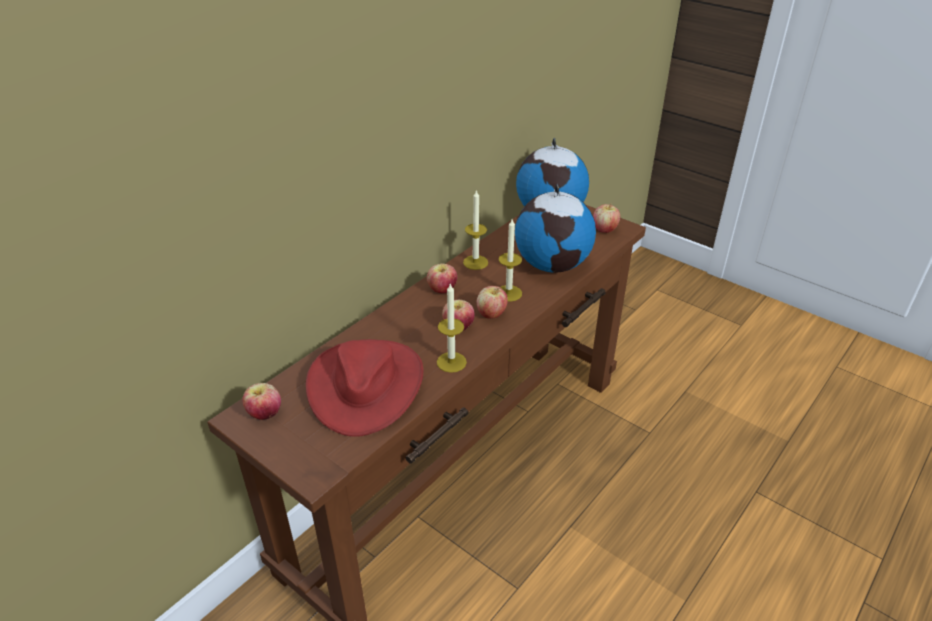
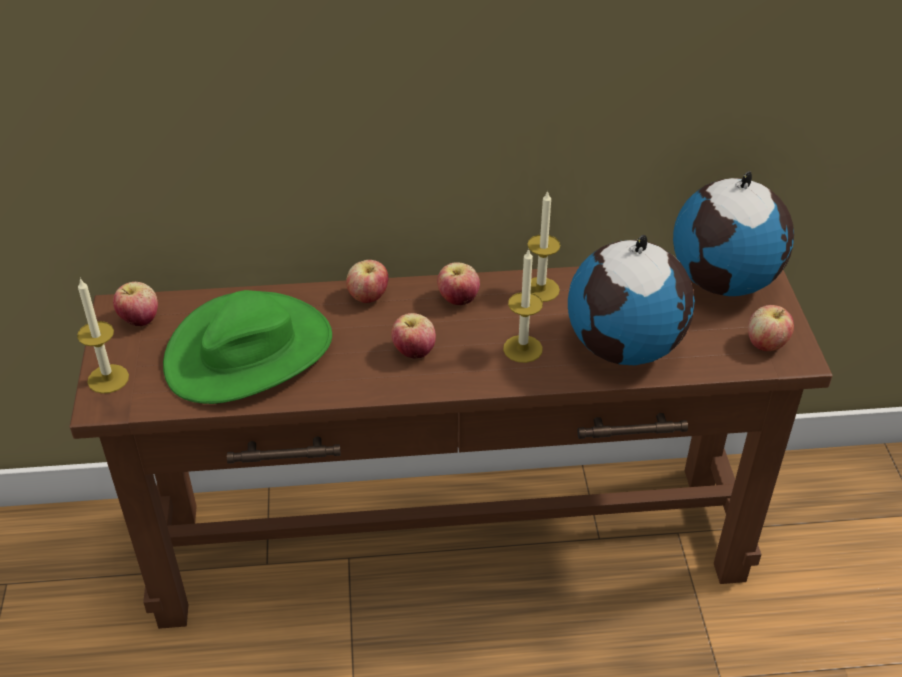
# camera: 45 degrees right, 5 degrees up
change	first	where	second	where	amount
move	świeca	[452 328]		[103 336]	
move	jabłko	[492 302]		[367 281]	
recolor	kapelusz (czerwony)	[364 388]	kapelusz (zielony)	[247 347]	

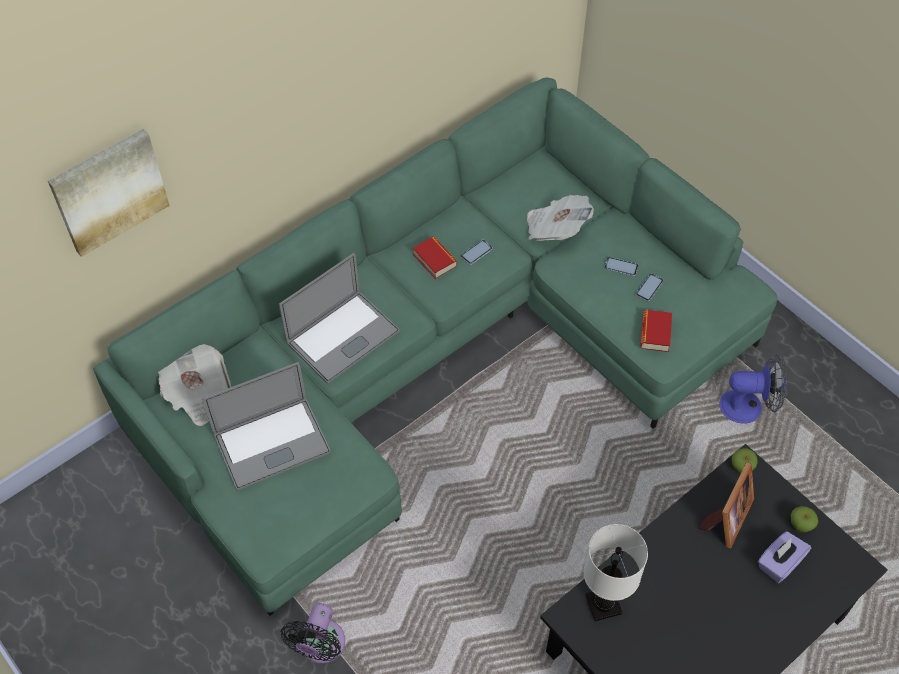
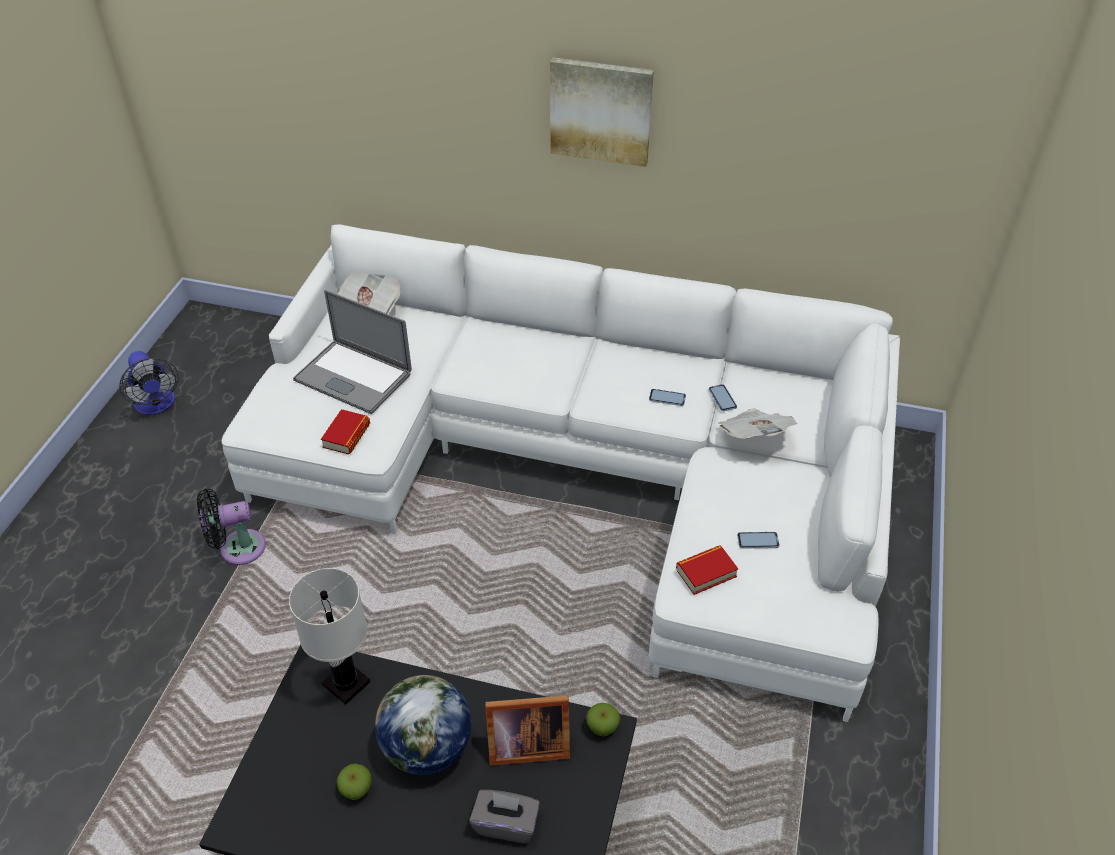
# camera: 55 degrees right, 10 degrees down
change	first	where	second	where	amount
recolor	kanapa (zielony)	[435 346]	kanapa (biały)	[560 473]	
move	obraz	[109 193]		[602 112]	
move	książka	[435 258]		[345 431]	
delete	laptop	[339 318]			
move	telefon	[621 266]		[723 397]	
move	wentylator	[753 389]		[149 383]	
move	jabłko	[804 519]		[354 782]	
recolor	pudełko chusteczek (fioletowy)	[784 557]	pudełko chusteczek (szary)	[504 816]	
insert			globus	[423 725]	

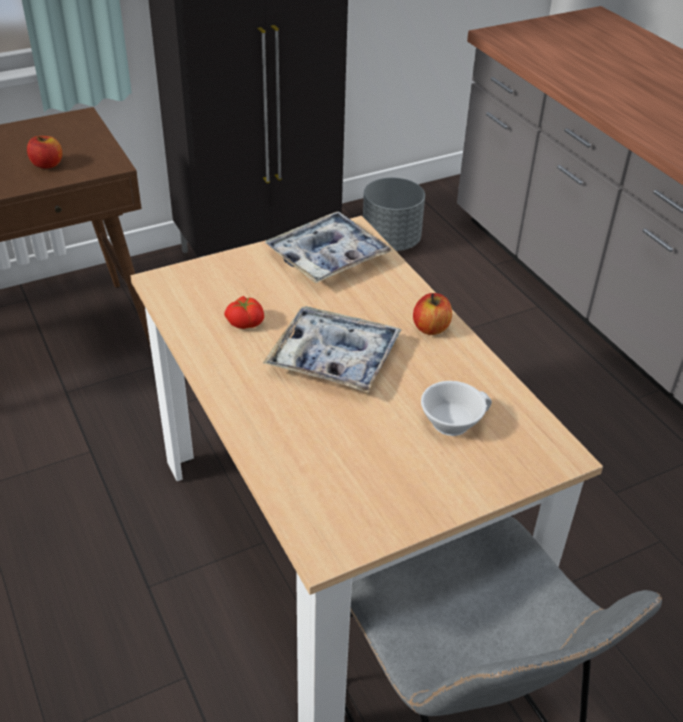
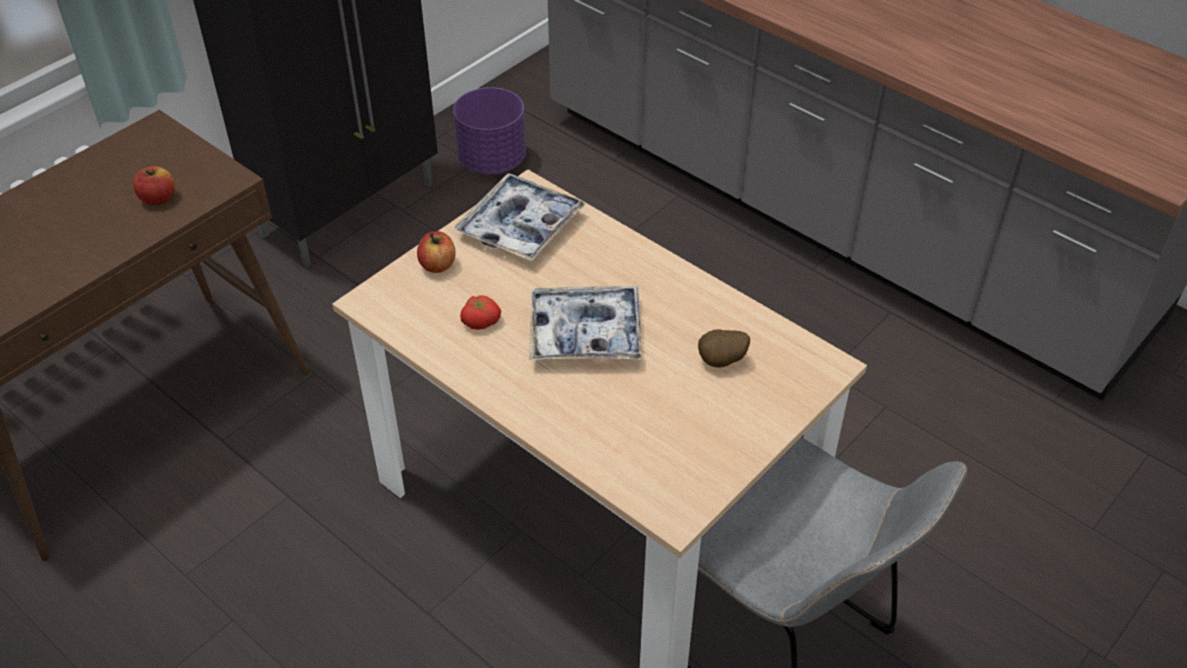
# camera: 20 degrees left, 5 degrees up
change	first	where	second	where	amount
recolor	donica (szary)	[394 214]	donica (fioletowy)	[489 130]	
move	jabłko	[432 314]		[436 252]	
replace	filiżanka (biały)	[456 408]	ziemniak	[724 349]	

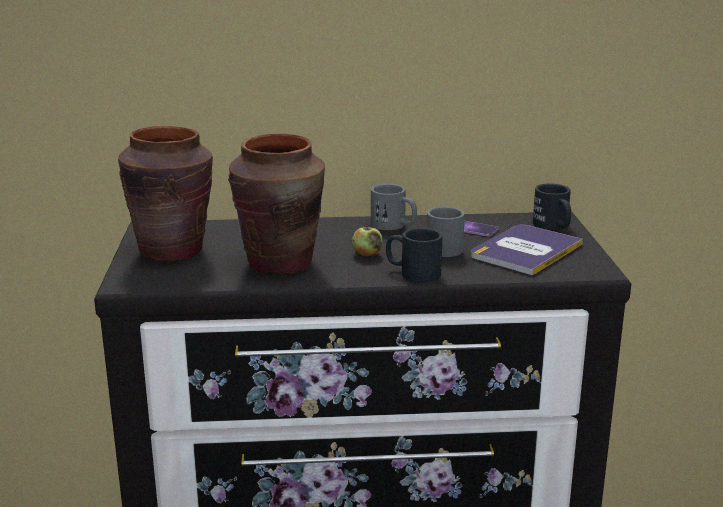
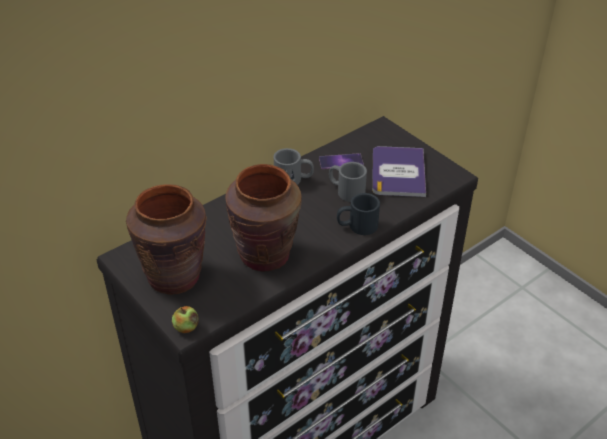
# camera: 35 degrees left, 20 degrees up
change	first	where	second	where	amount
delete	kubek (czarny)	[552 206]			
move	jabłko	[367 240]		[185 319]	

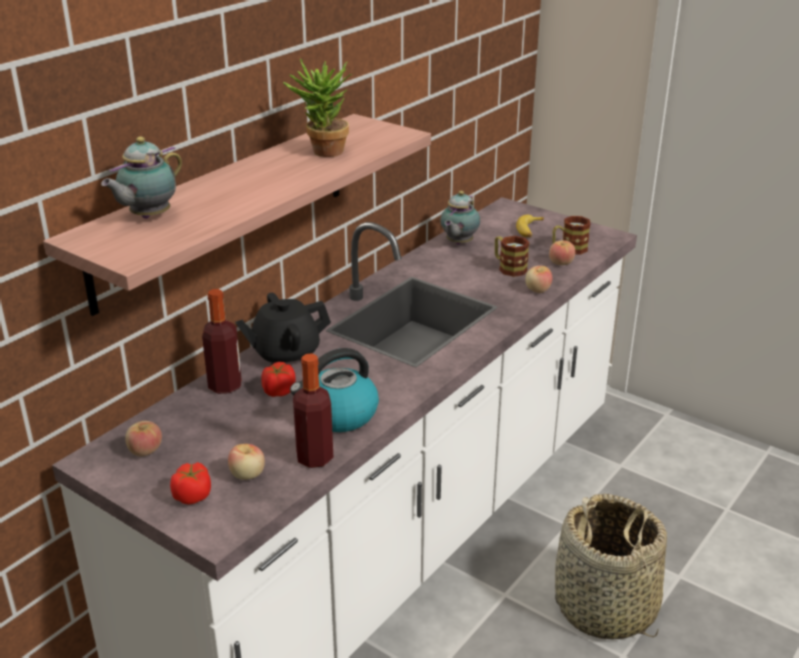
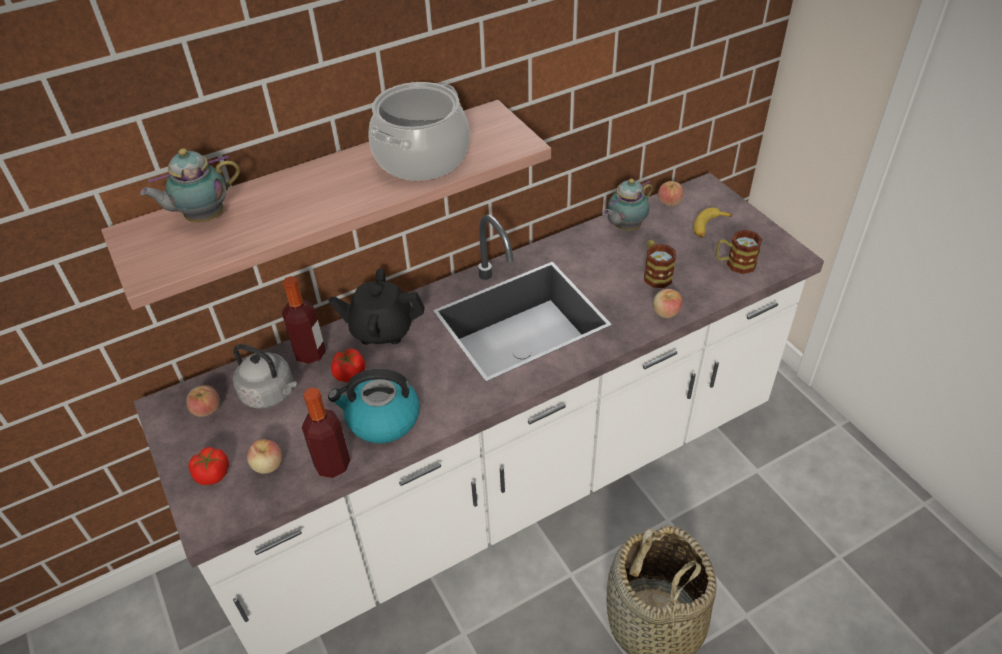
# camera: 25 degrees right, 15 degrees up
change	first	where	second	where	amount
replace	roślina doniczkowa	[317 108]	garnek	[419 131]	
move	jabłko	[562 252]		[671 193]	
insert			czajnik (szary)	[265 376]	

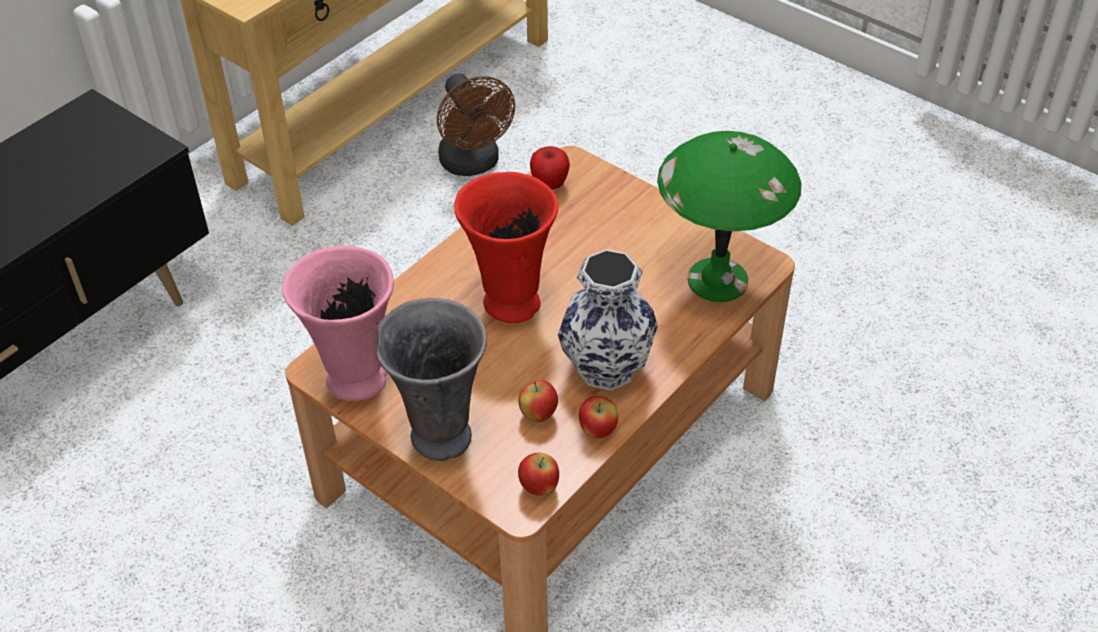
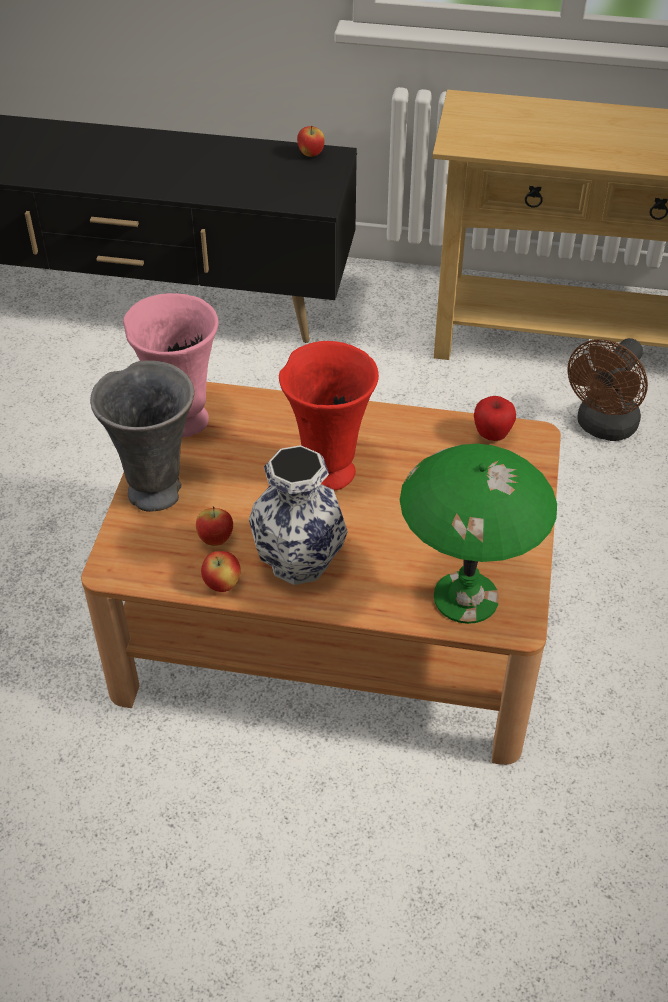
# camera: 60 degrees right, 0 degrees up
change	first	where	second	where	amount
move	jabłko	[538 474]		[311 141]	

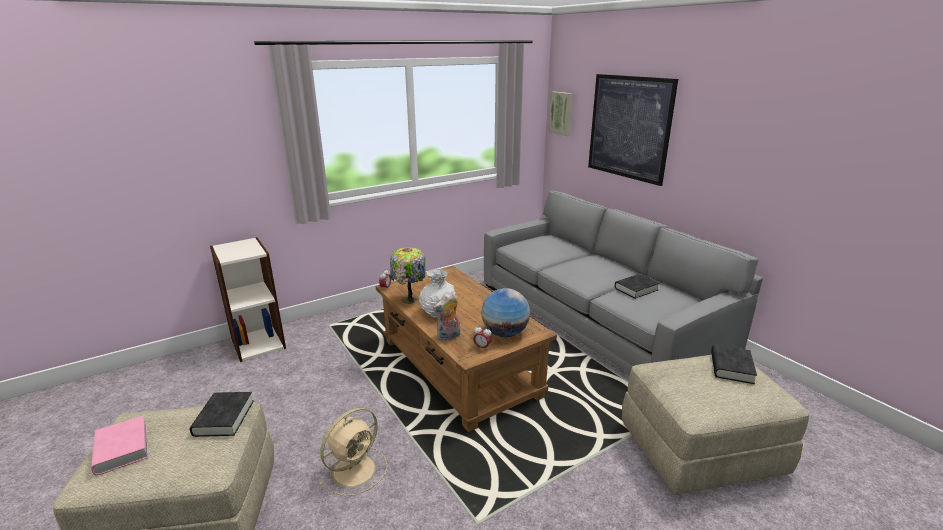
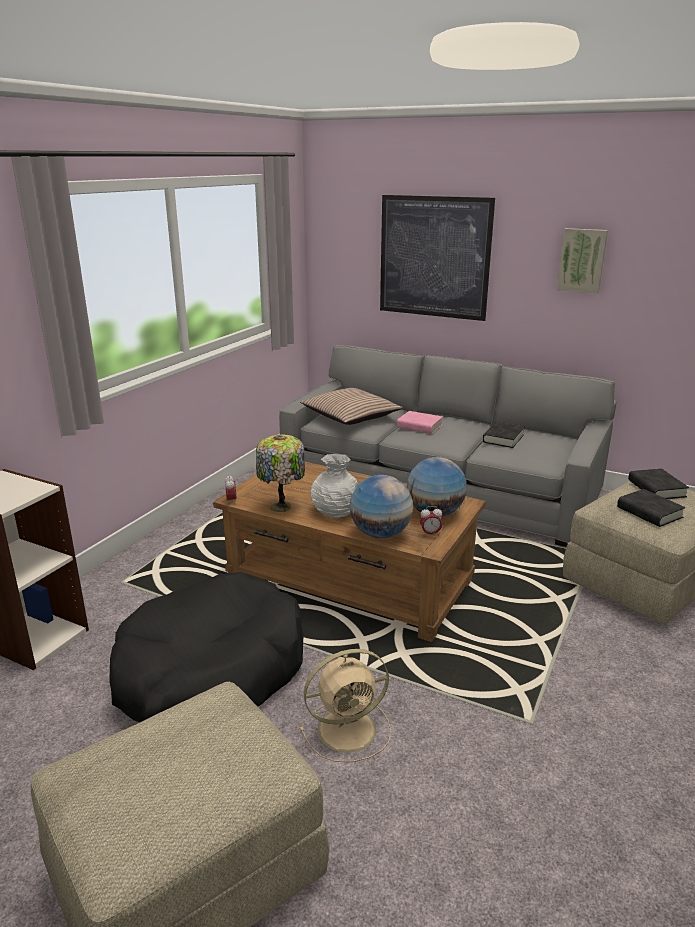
# camera: 30 degrees left, 0 degrees up
change	first	where	second	where	amount
move	obraz	[561 114]		[582 261]	
replace	pluszak	[446 316]	globus	[381 506]	
move	książka (czarny)	[222 414]		[651 508]	
rotate	wentylator (beżowy)	[353 452]		[345 705]	60 degrees clockwise
move	książka (różowy)	[119 445]		[420 422]	
insert			poduszka	[351 406]	
insert			legowisko (czarny)	[206 647]	

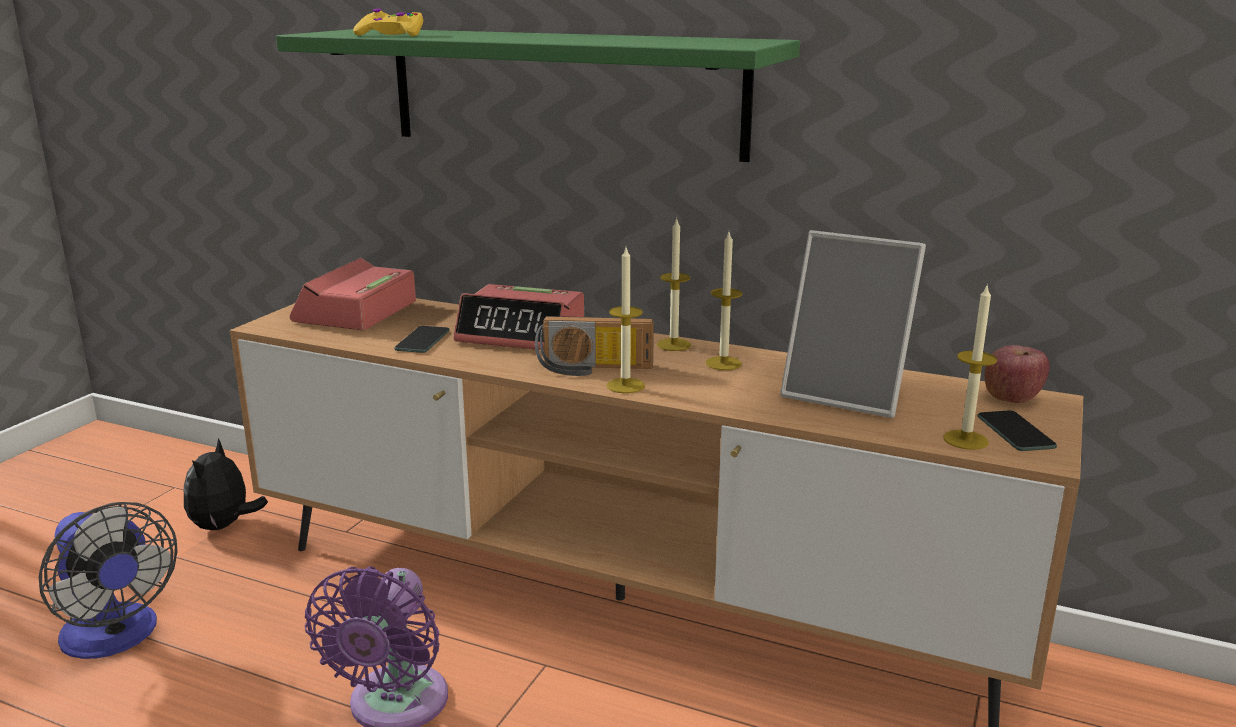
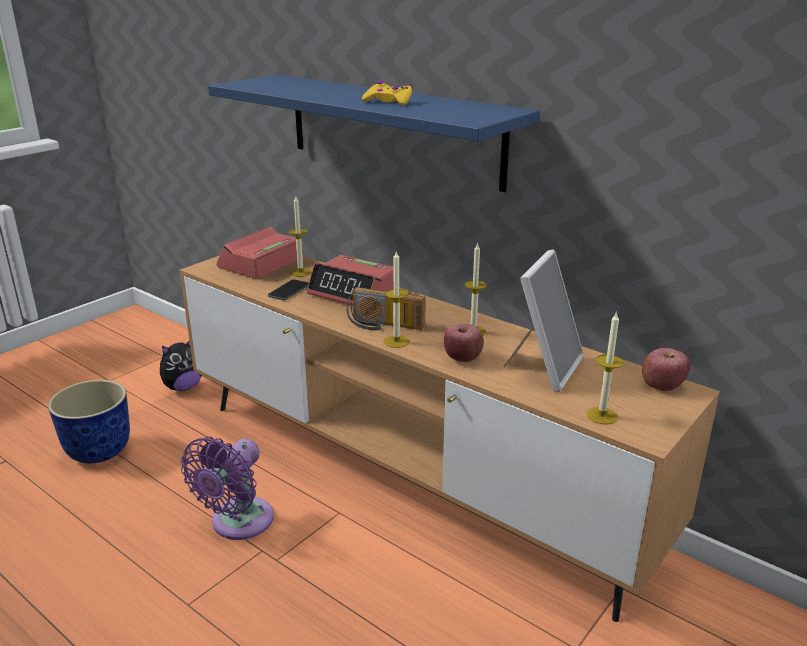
# camera: 15 degrees right, 5 degrees up
change	first	where	second	where	amount
move	pad do gier (żółty)	[388 22]		[387 93]	
recolor	półka (zielony)	[538 95]	półka (niebieski)	[374 133]	
move	świeca	[674 284]		[300 236]	
rotate	ramka na zdjęcie	[853 324]		[543 321]	105 degrees counterclockwise
delete	telefon	[1017 430]			
rotate	pluszak	[226 484]		[181 366]	150 degrees counterclockwise
replace	wentylator	[108 580]	donica	[89 421]	
insert			jabłko	[464 343]	

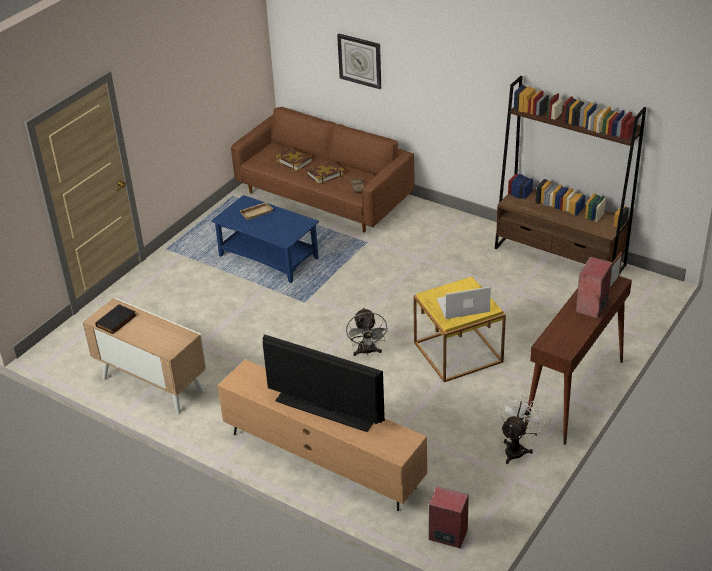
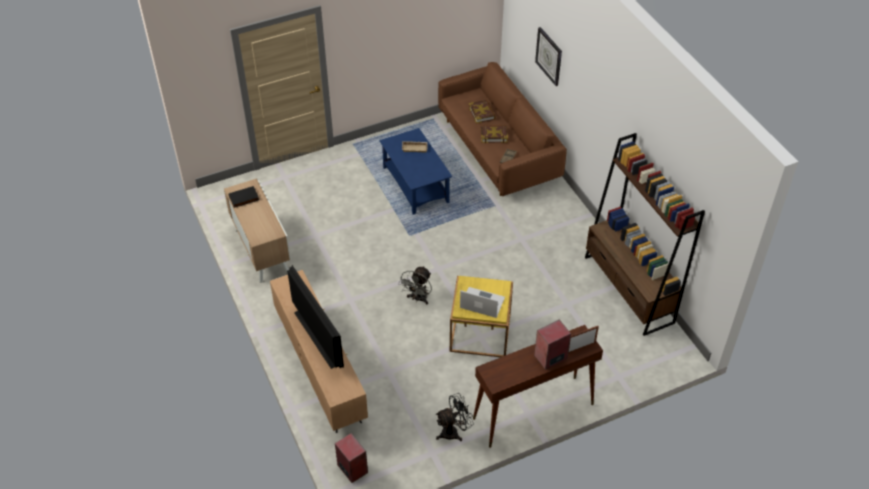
# camera: 30 degrees right, 10 degrees up
change	first	where	second	where	amount
recolor	wentylator (biały)	[523 429]	wentylator (czarny)	[455 417]	

